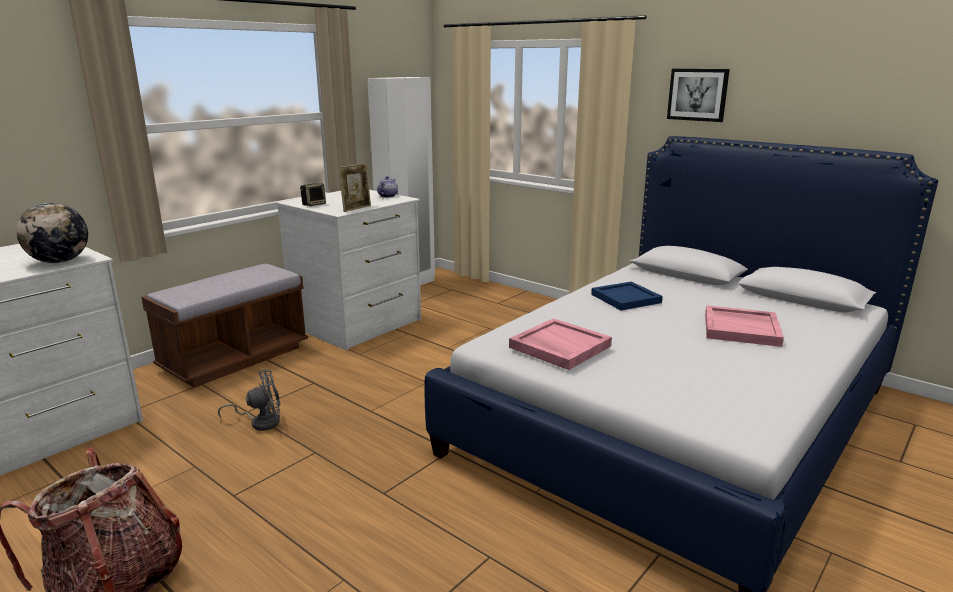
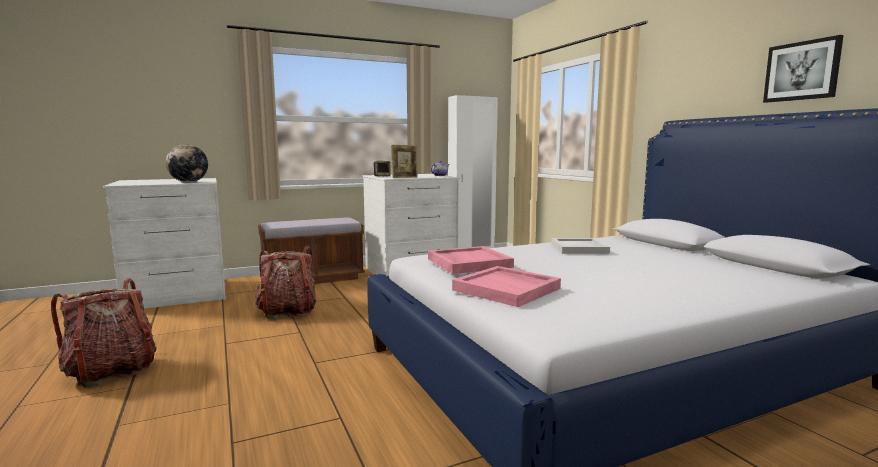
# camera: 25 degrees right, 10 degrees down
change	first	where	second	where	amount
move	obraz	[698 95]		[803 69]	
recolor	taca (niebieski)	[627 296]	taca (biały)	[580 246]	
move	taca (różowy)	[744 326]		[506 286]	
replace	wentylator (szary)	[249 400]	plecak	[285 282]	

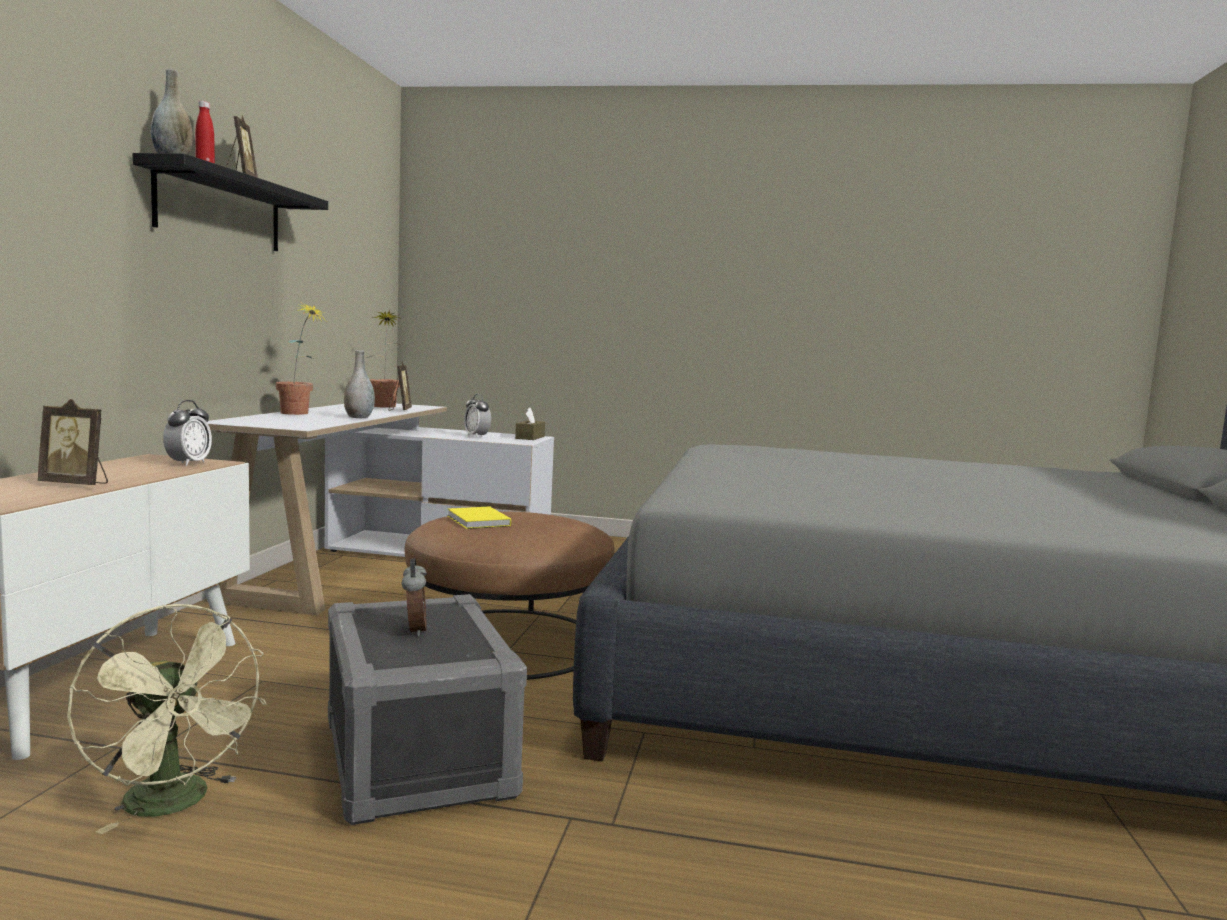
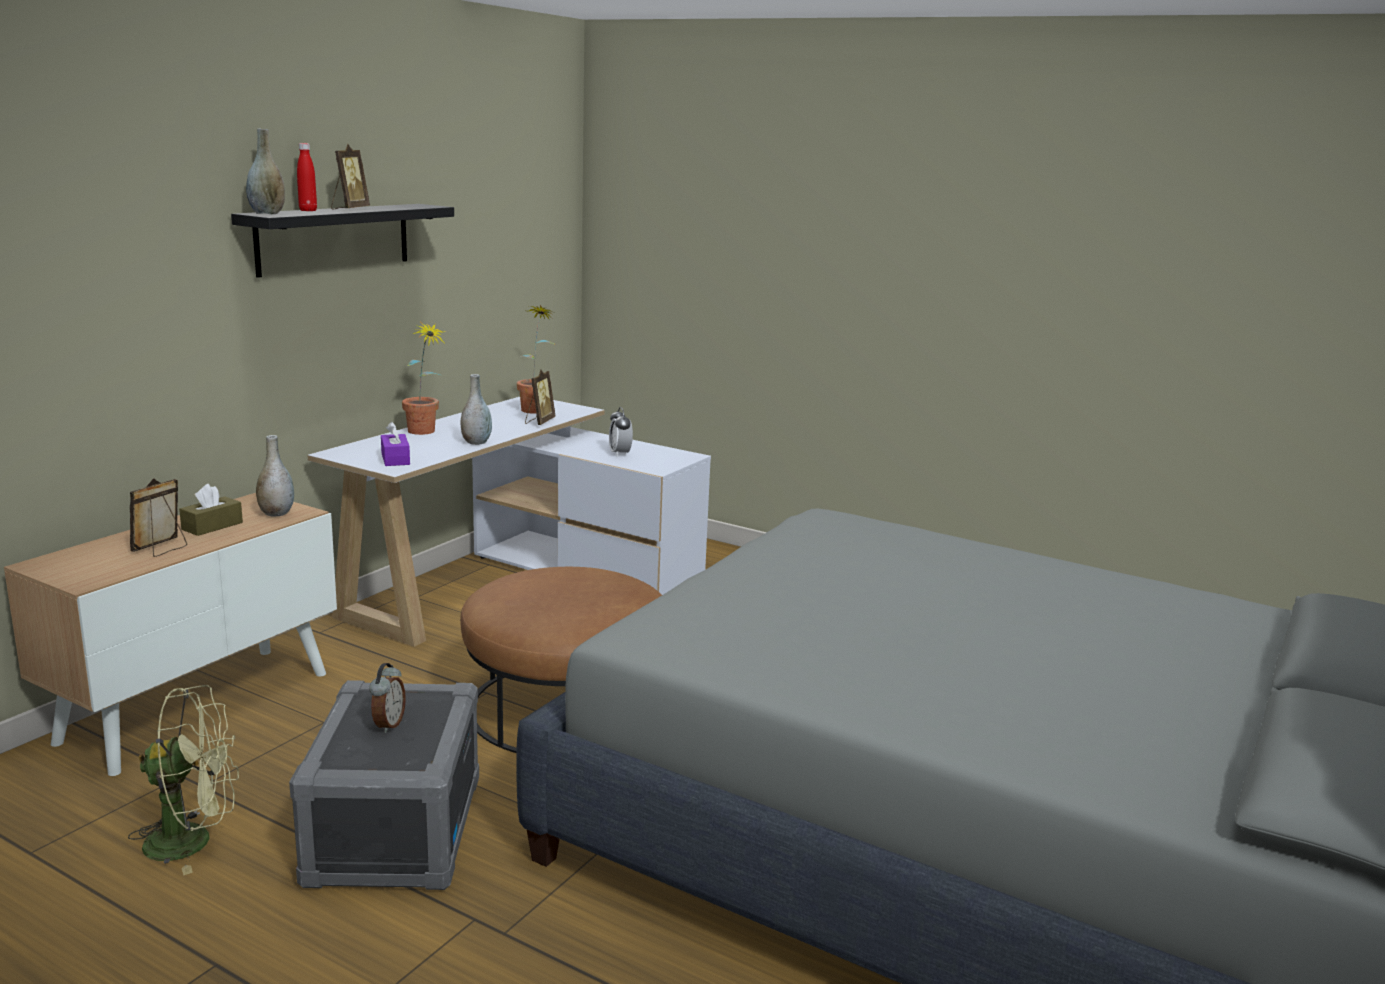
# camera: 20 degrees right, 10 degrees up
change	first	where	second	where	amount
rotate	ramka na zdjęcie	[72 442]		[158 517]	90 degrees clockwise
replace	budzik	[187 433]	wazon (szary)	[275 475]	
move	pudełko chusteczek (brązowy)	[530 424]		[211 510]	
delete	książka (żółty)	[479 517]			
rotate	wentylator (zielony)	[166 719]		[183 780]	75 degrees counterclockwise
insert			pudełko chusteczek (fioletowy)	[395 444]	

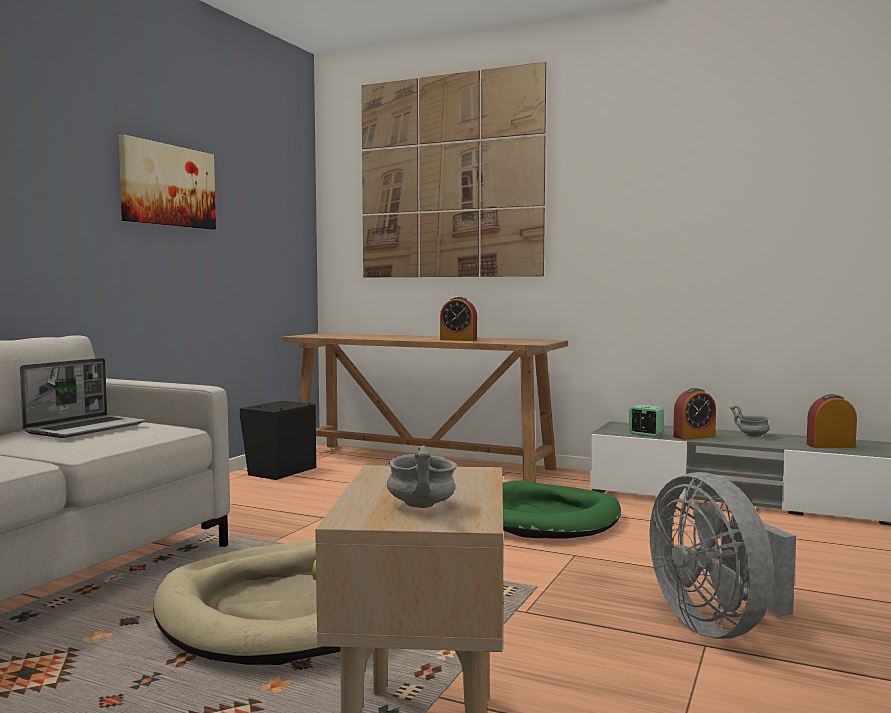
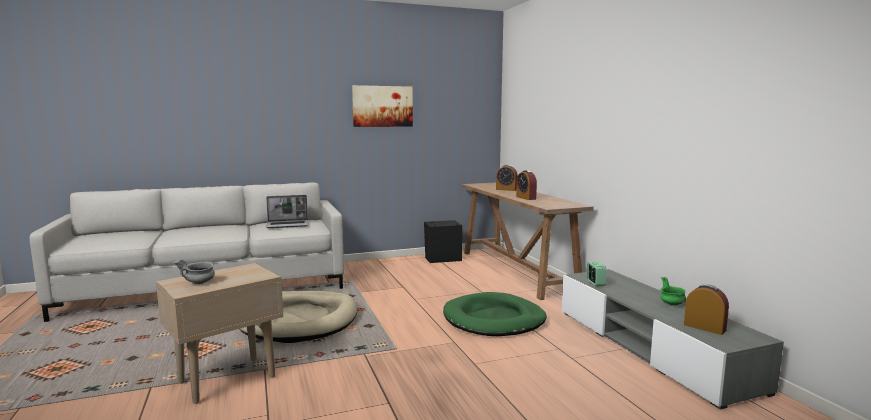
# camera: 45 degrees right, 5 degrees up
change	first	where	second	where	amount
delete	obraz	[453 169]			
move	budzik	[694 414]		[507 178]	
recolor	miska (szary)	[750 421]	miska (zielony)	[673 291]	
delete	wentylator (szary)	[722 555]			

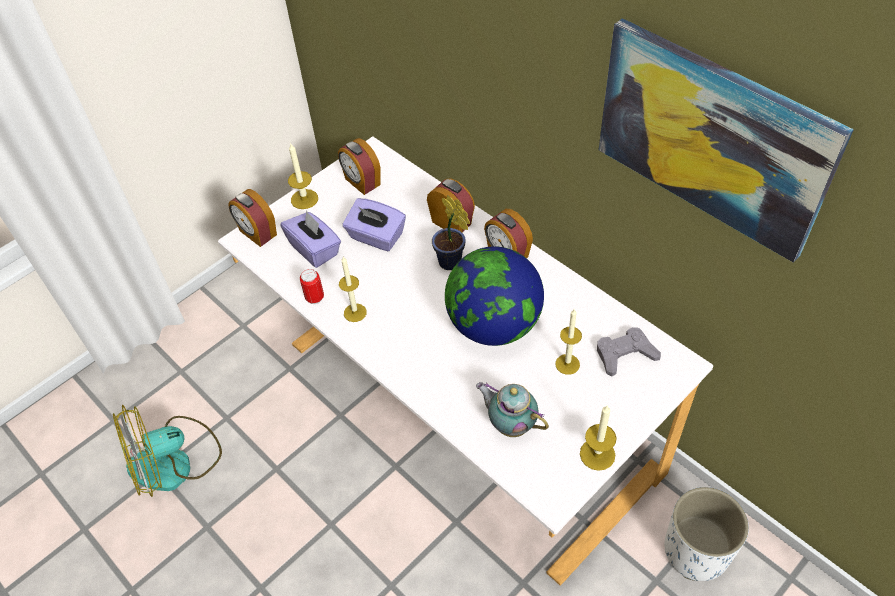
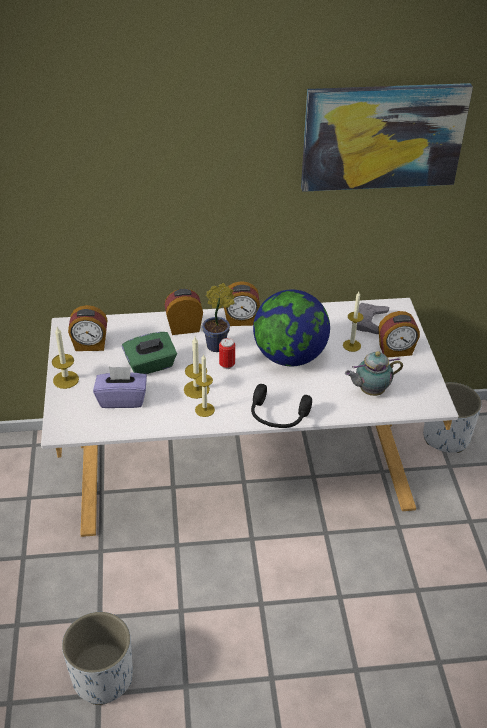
# camera: 55 degrees left, 10 degrees down
change	first	where	second	where	amount
move	budzik	[252 218]		[399 334]	
recolor	pudełko chusteczek (fioletowy)	[374 224]	pudełko chusteczek (zielony)	[149 353]	
move	puszka	[312 286]		[227 353]	
replace	wentylator	[167 451]	donica (biały)	[97 658]	
move	świeca	[598 438]		[197 368]	
insert			słuchawki (czarny)	[281 406]	

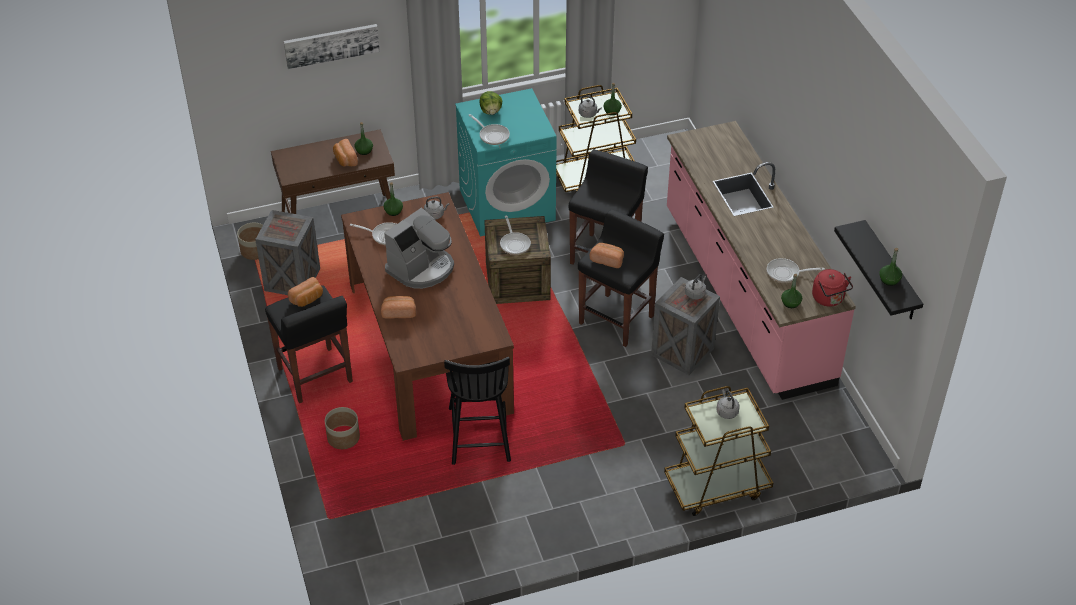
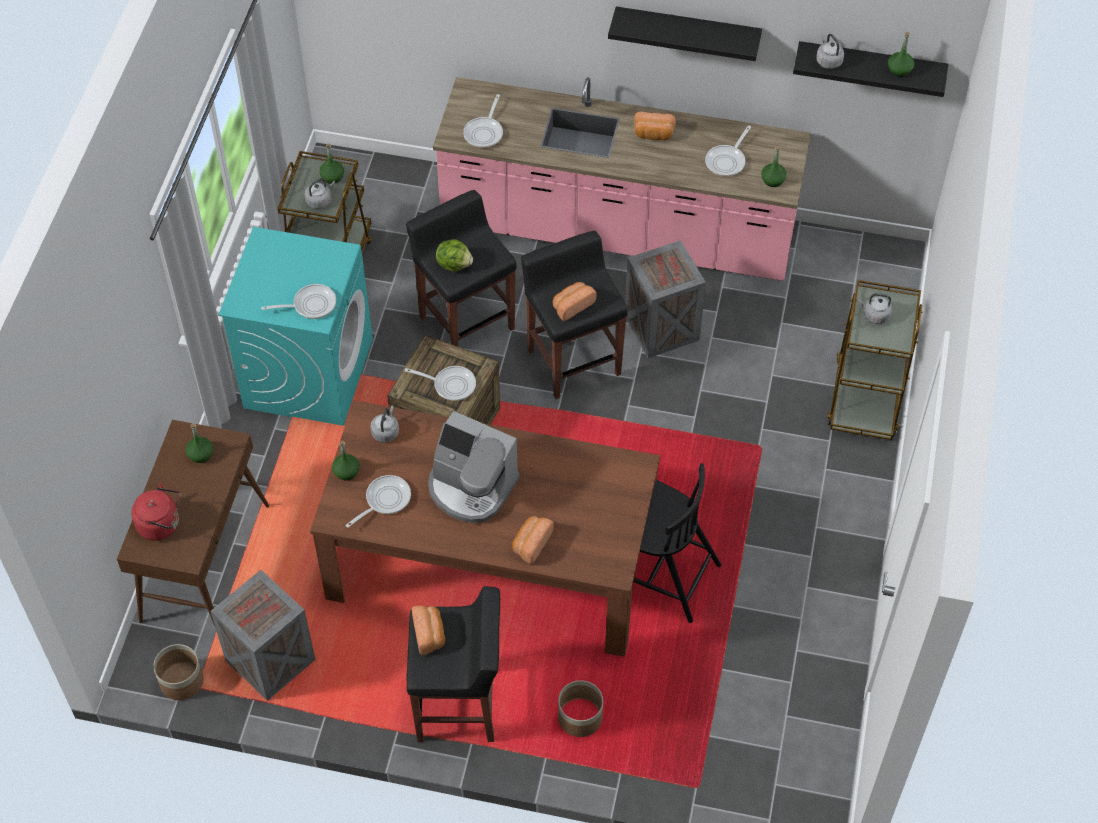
# camera: 60 degrees left, 10 degrees up
change	first	where	second	where	amount
delete	obraz	[332 46]			
move	sałata	[491 103]		[454 255]	
move	chleb	[345 152]		[655 126]	
rotate	ekspres do kawy	[419 248]		[473 467]	135 degrees clockwise
move	czajnik (czerwony)	[832 288]		[156 512]	
move	czajnik (szary)	[695 287]		[830 51]	
insert			półka (czarny)	[685 34]	
insert			patelnia	[483 121]	

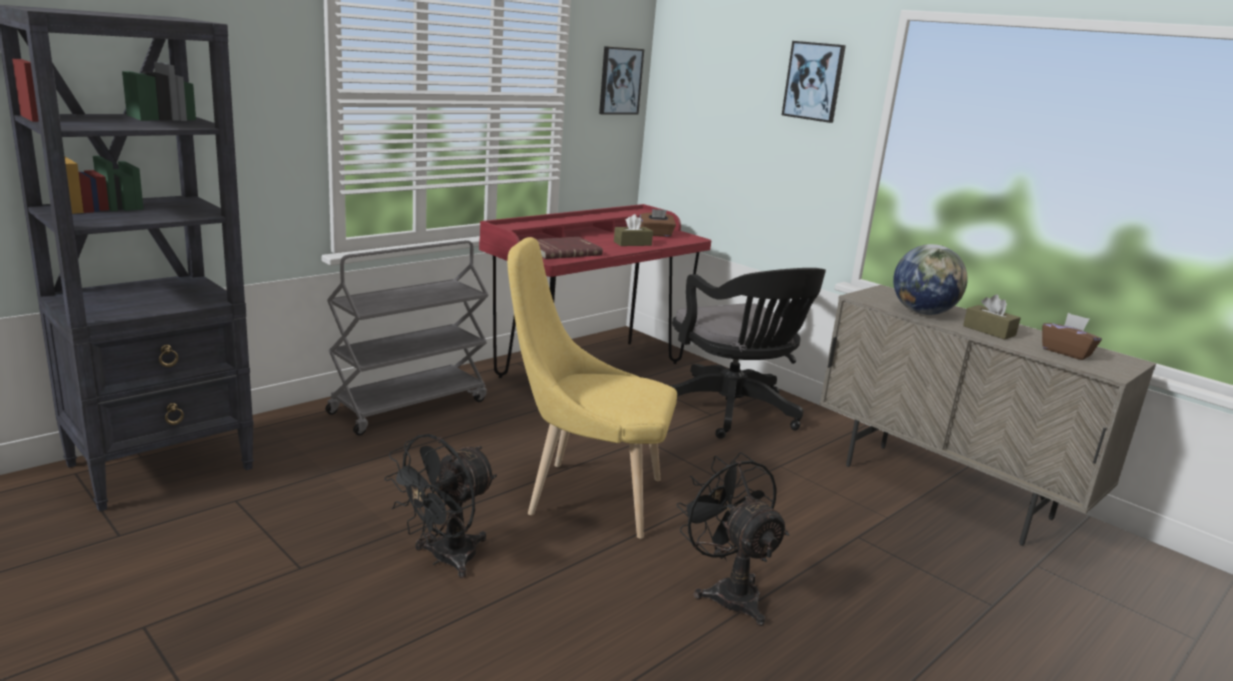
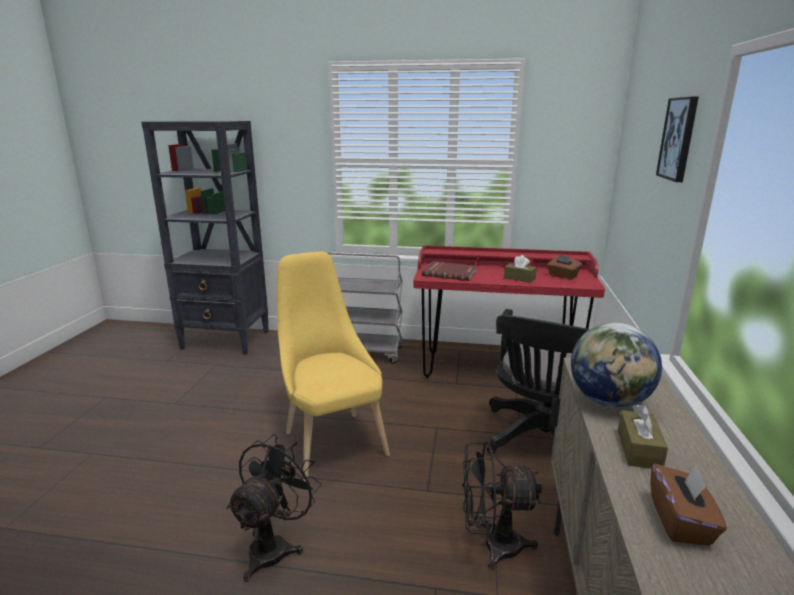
# camera: 55 degrees right, 0 degrees up
change	first	where	second	where	amount
delete	obraz	[621 80]			
move	wentylator (czarny)	[440 506]		[502 505]	

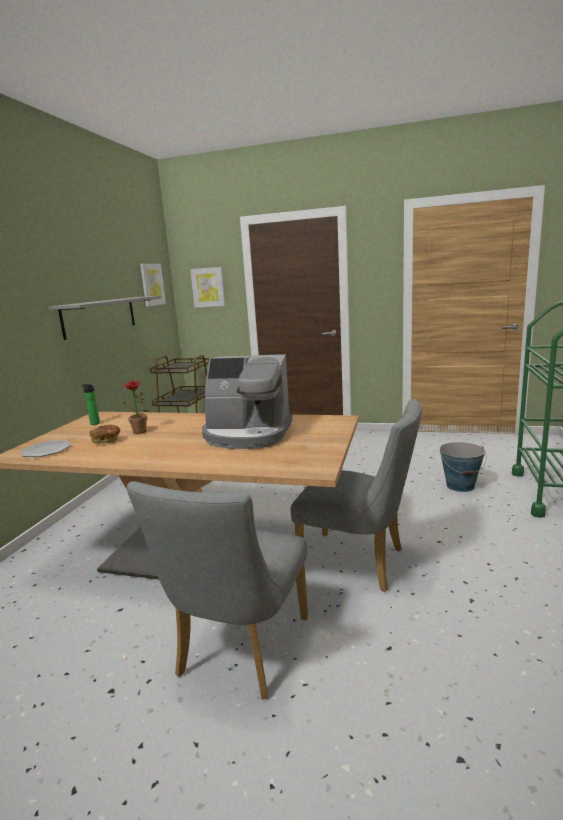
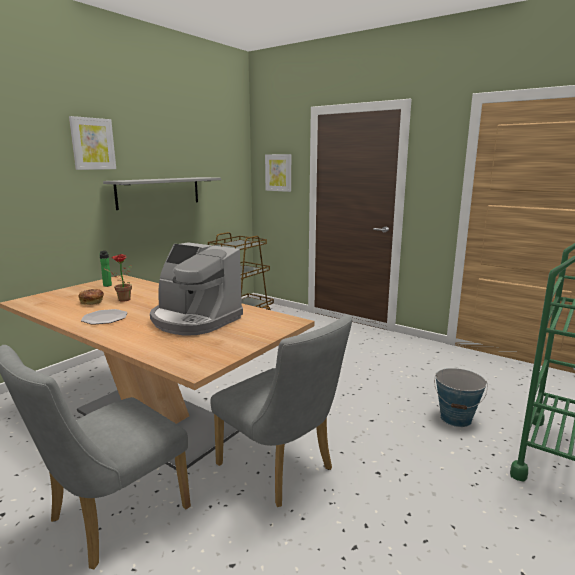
# camera: 20 degrees right, 0 degrees up
change	first	where	second	where	amount
move	obraz	[153 285]		[92 143]	
move	talerz	[45 448]		[104 317]	

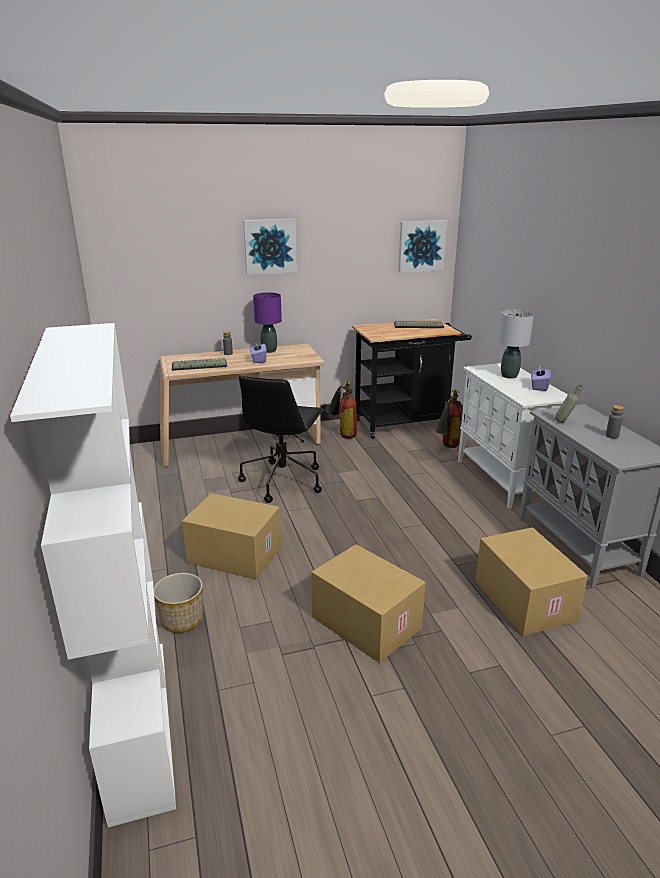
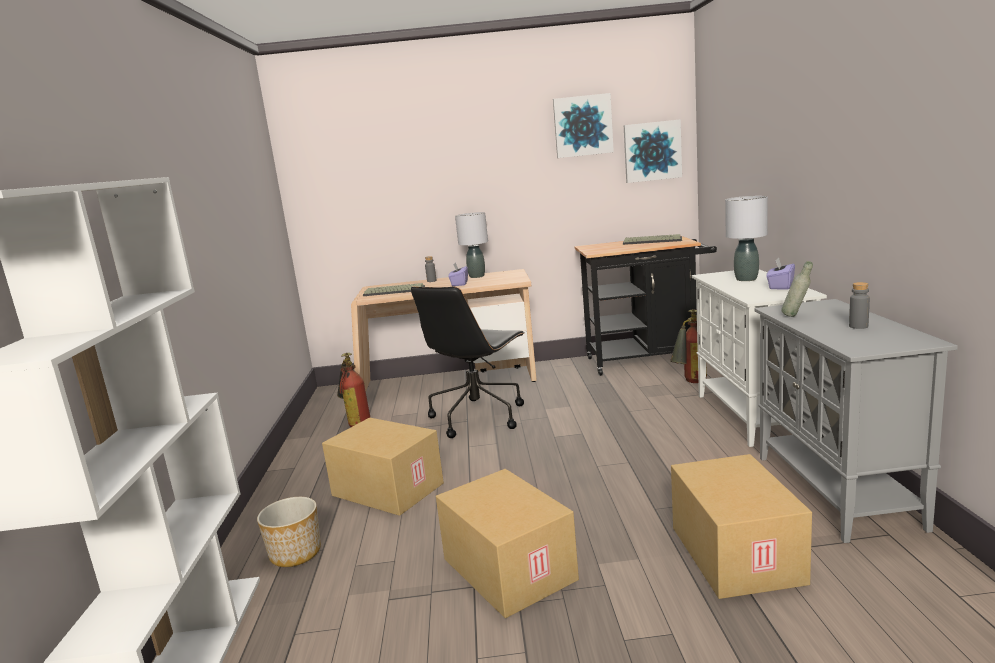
# camera: 15 degrees right, 10 degrees down
change	first	where	second	where	amount
move	obraz	[270 247]		[583 125]	
recolor	lampa stołowa (fioletowy)	[267 322]	lampa stołowa (szary)	[471 245]	
move	gaśnica	[342 410]		[354 390]	

